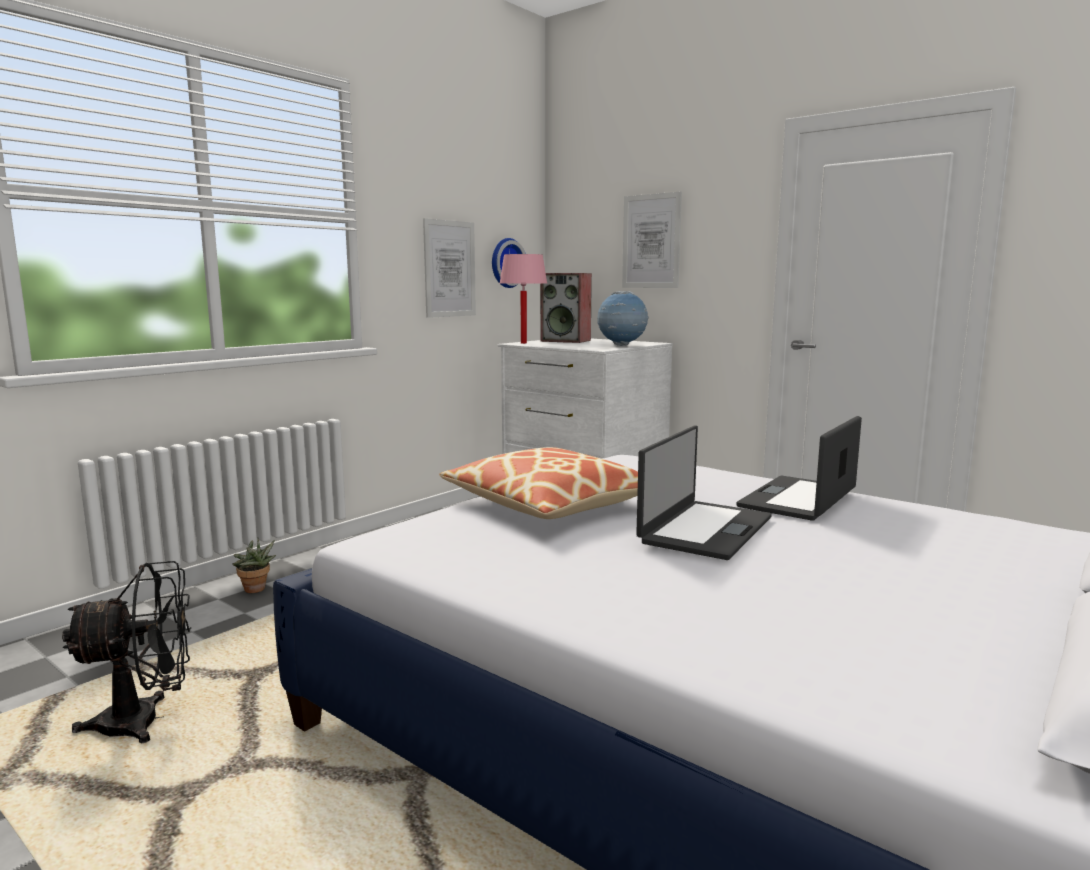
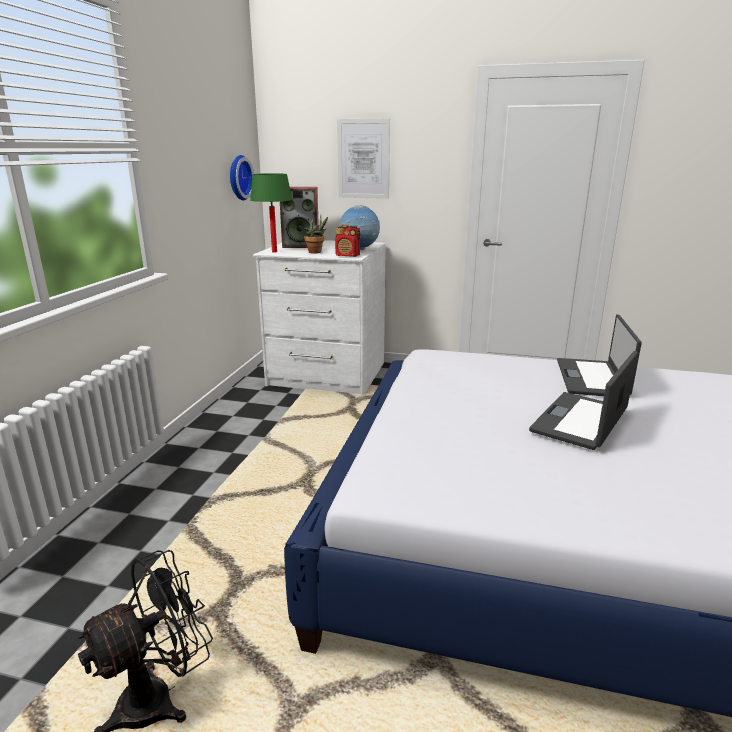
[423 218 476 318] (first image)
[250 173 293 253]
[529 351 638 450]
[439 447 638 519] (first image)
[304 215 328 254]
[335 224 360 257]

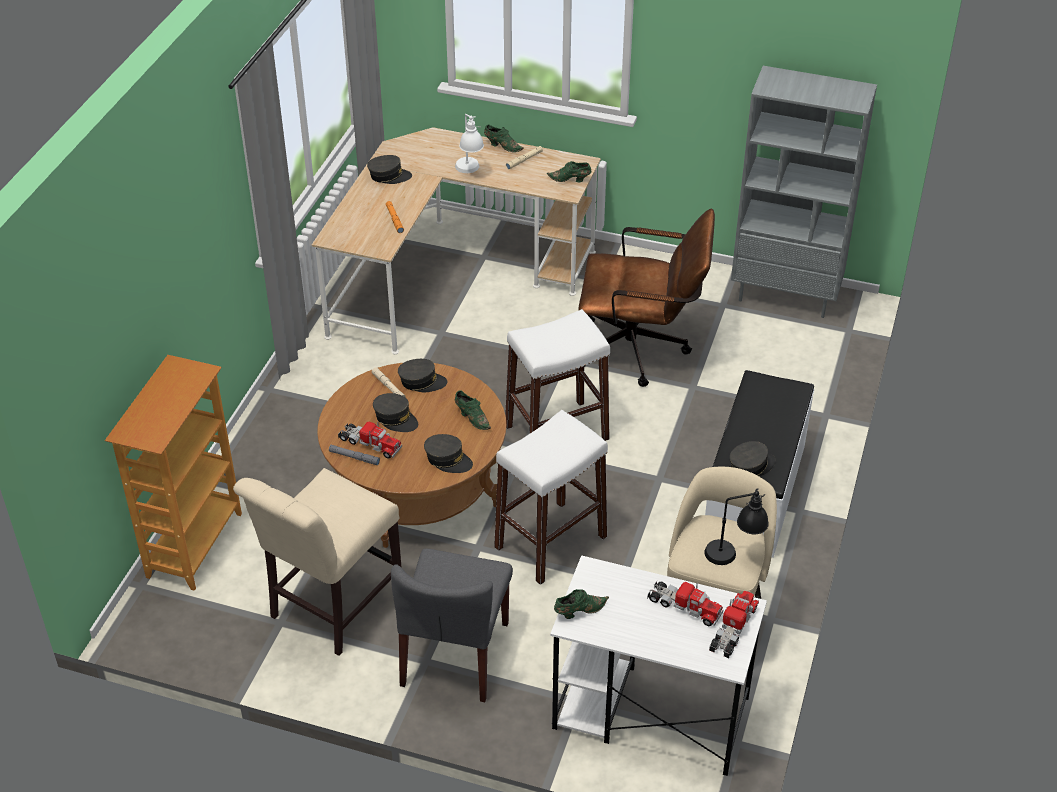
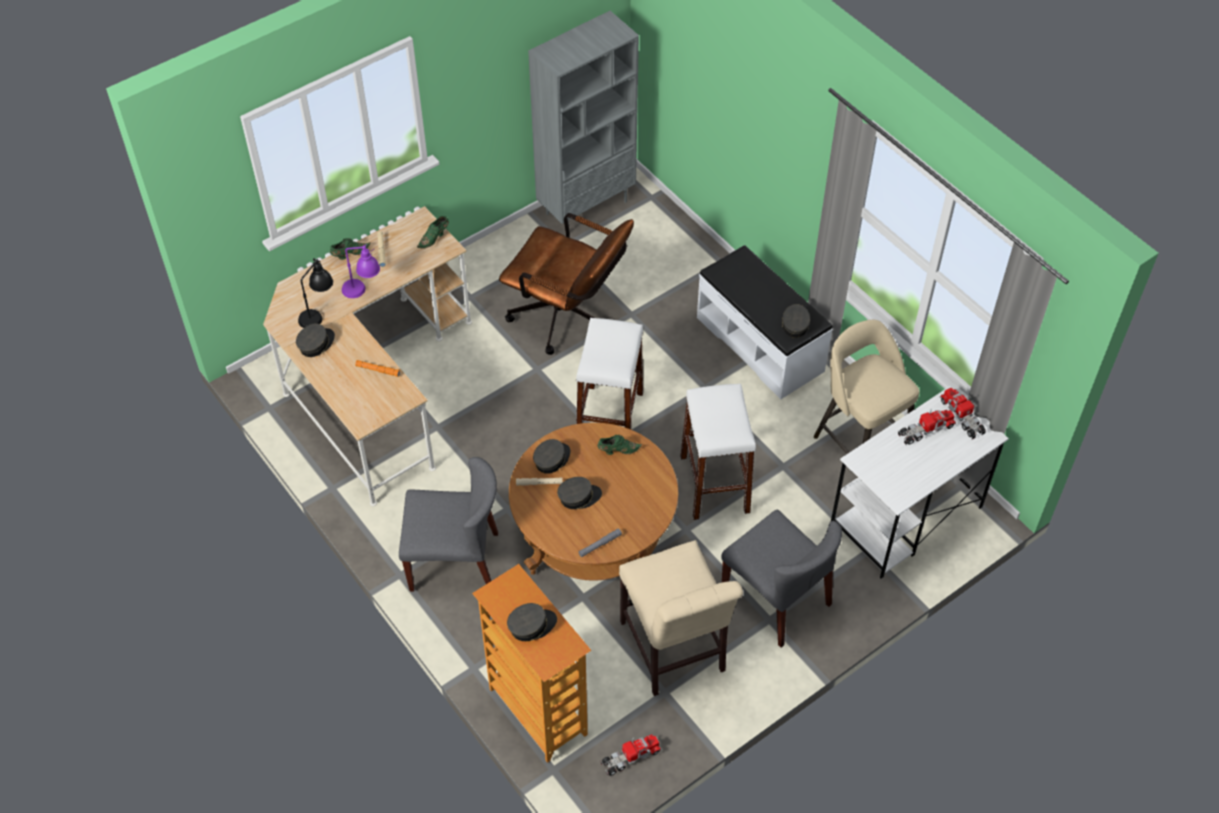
[342 244 380 298]
[499 213 634 355]
[600 734 662 776]
[507 603 557 641]
[298 258 333 328]
[554 589 609 619] (first image)
[399 457 498 591]

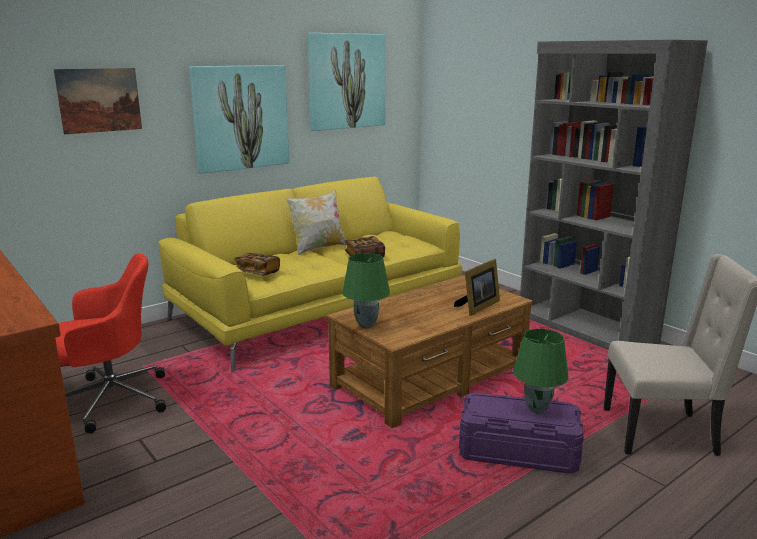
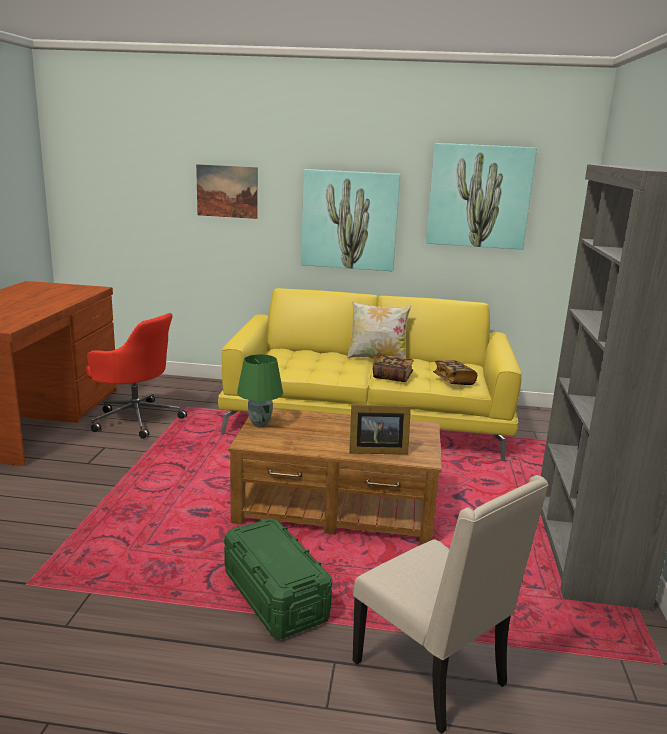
[433 360 477 385]
[513 329 569 414] (first image)
[224 519 332 639]

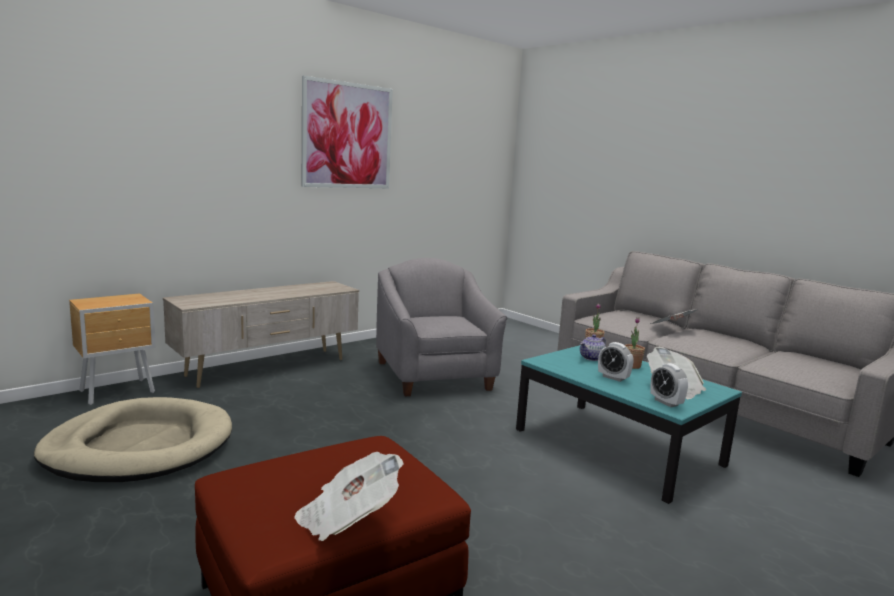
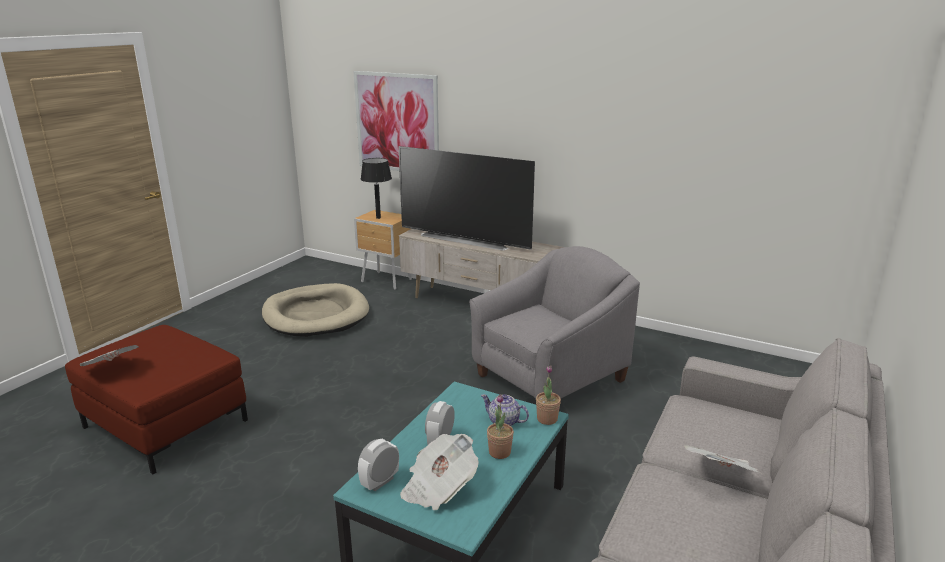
[354 71 439 171]
[399 146 535 251]
[361 158 392 219]

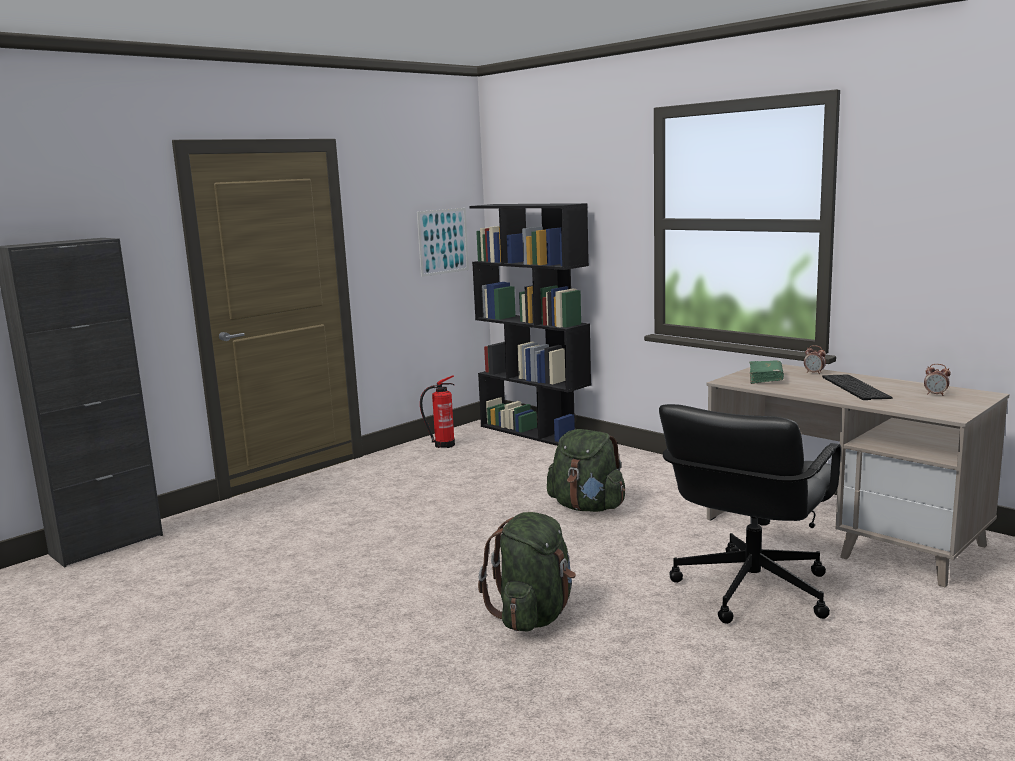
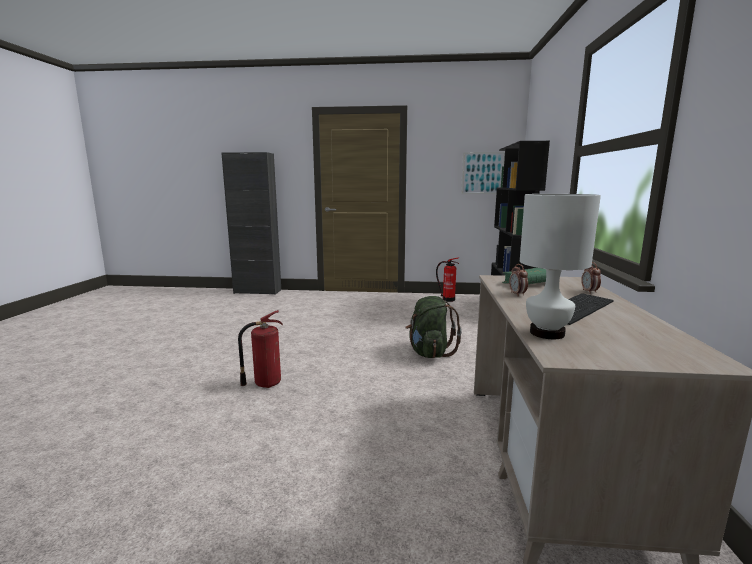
[509 264 528 295]
[659 404 841 624] (first image)
[238 310 283 388]
[520 194 601 339]

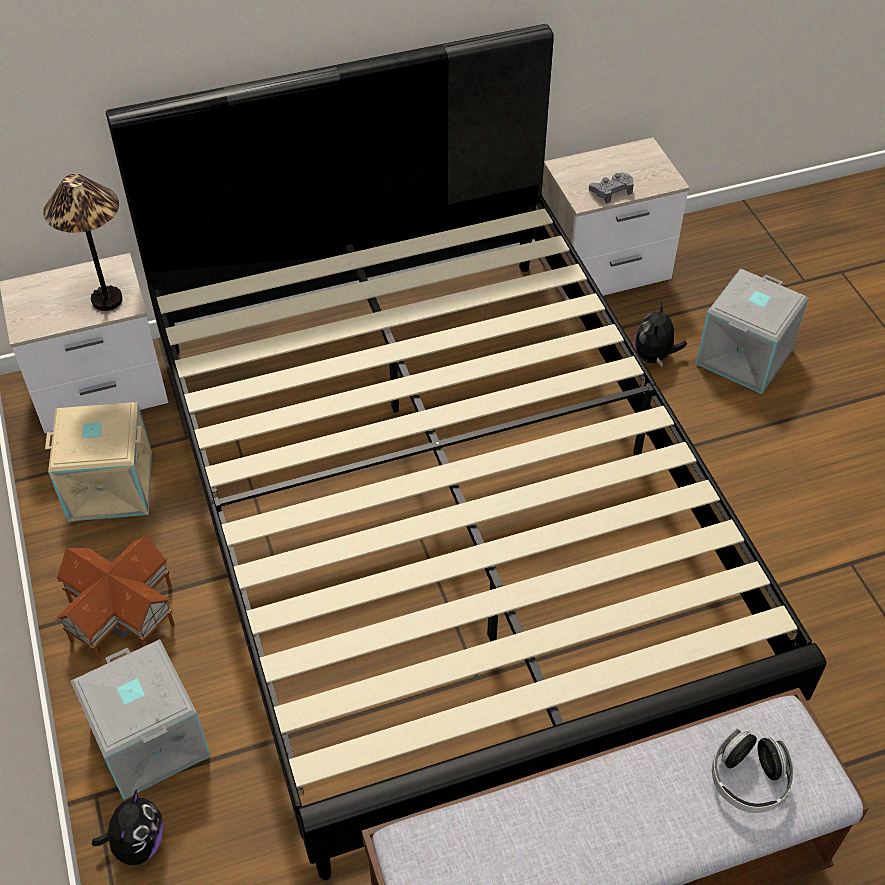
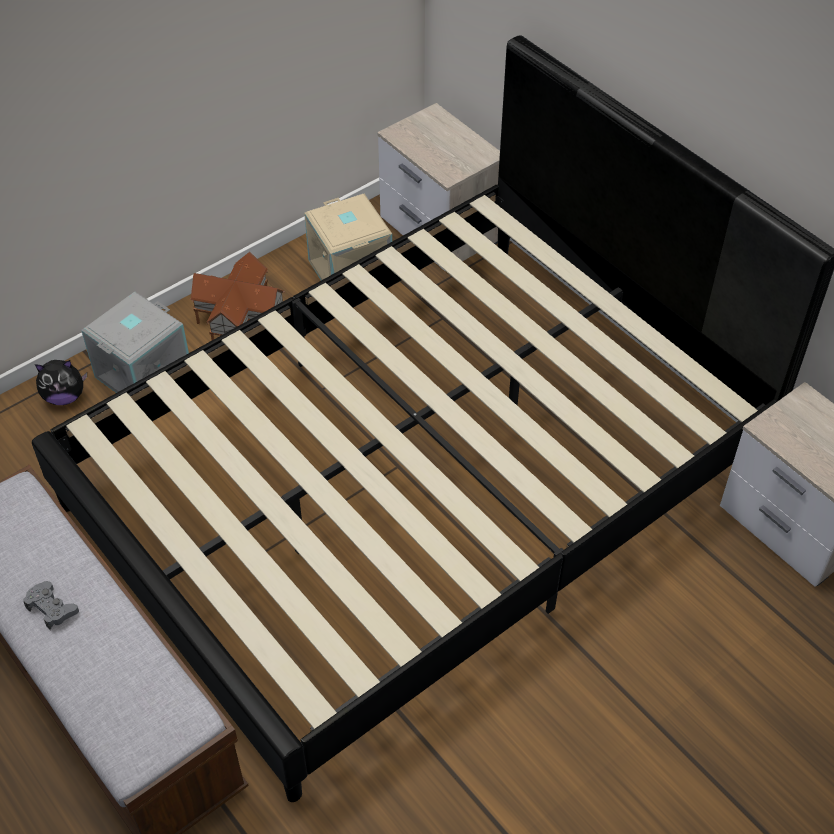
[23 581 79 630]
[43 174 122 311] (first image)
[695 269 809 394] (first image)
[635 302 687 367] (first image)
[712 729 794 813] (first image)

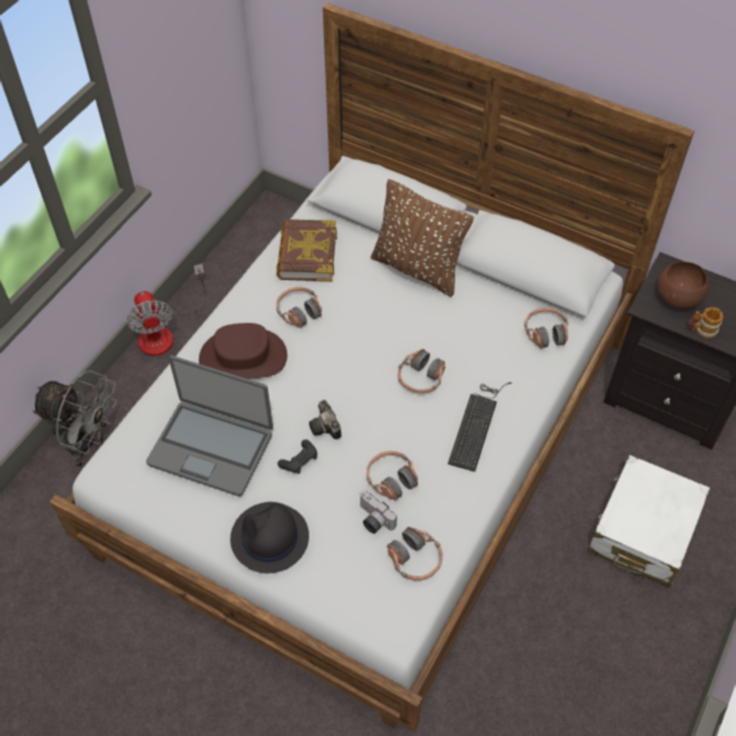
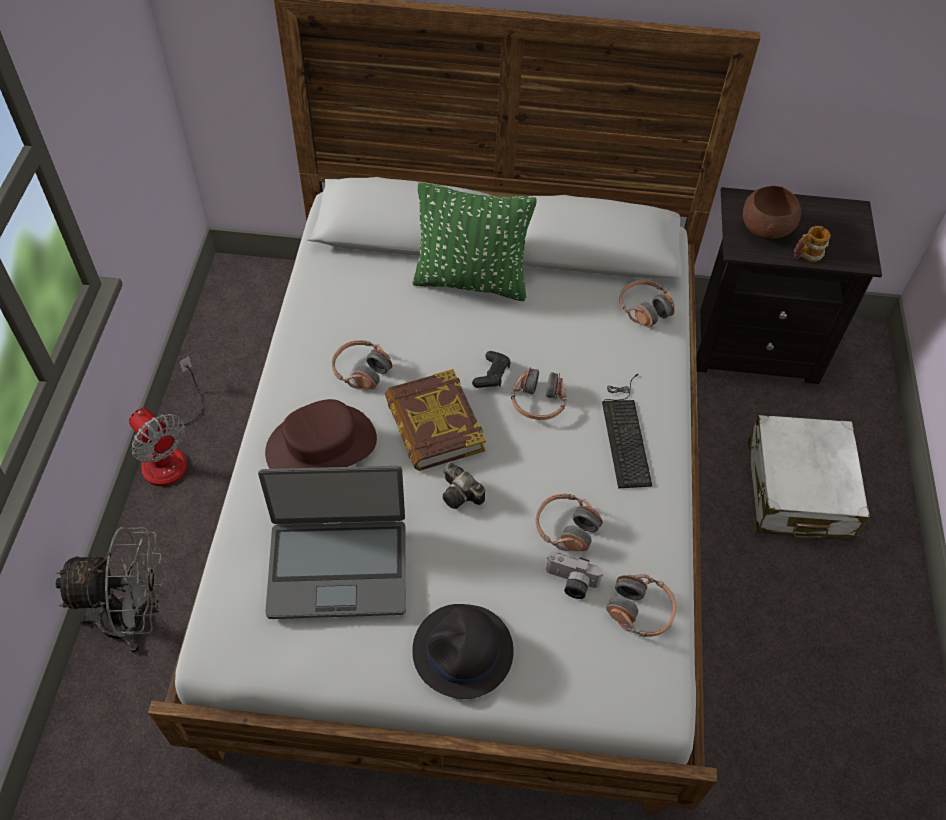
[413 182 537 301]
[385 369 486 471]
[472 351 510 388]

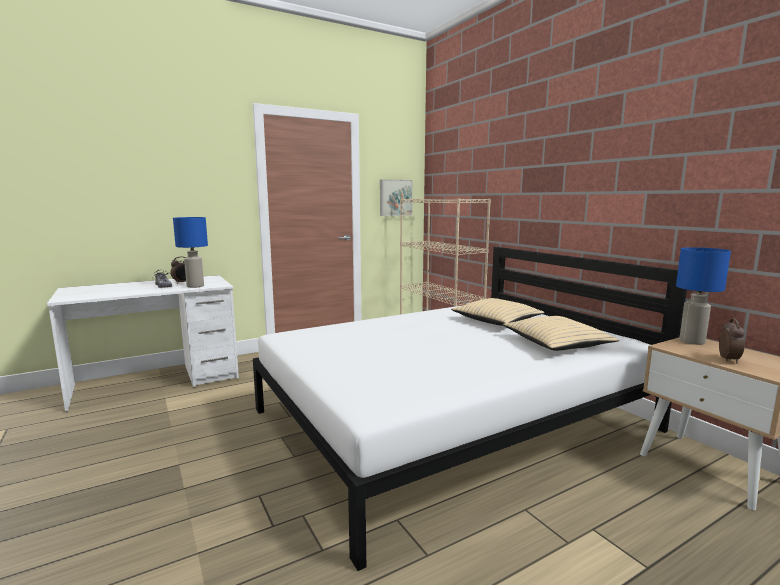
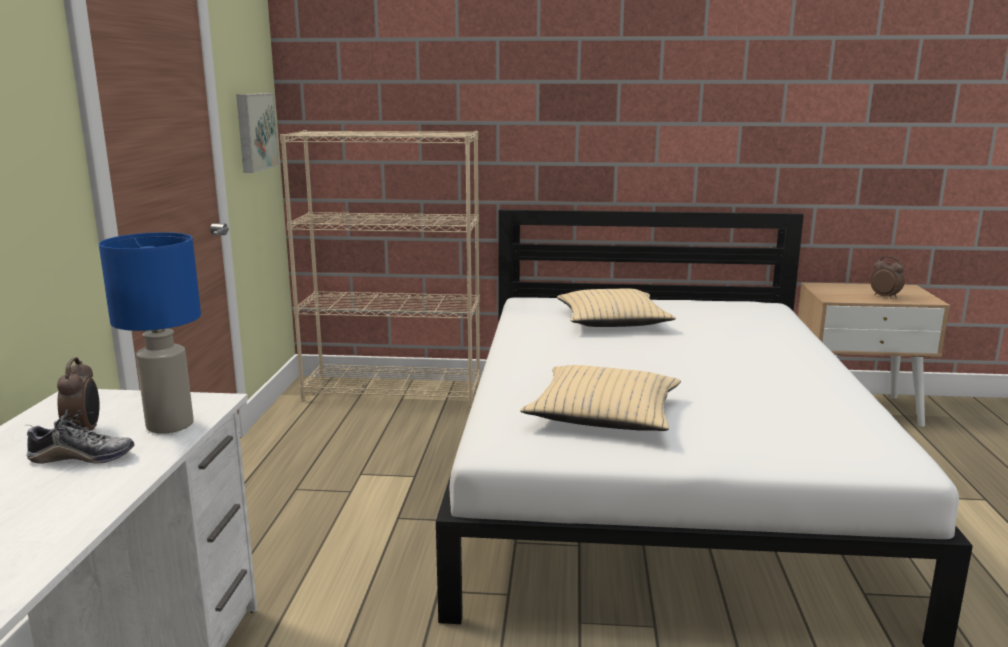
[676 247 731 345] (first image)
[520 365 681 431]

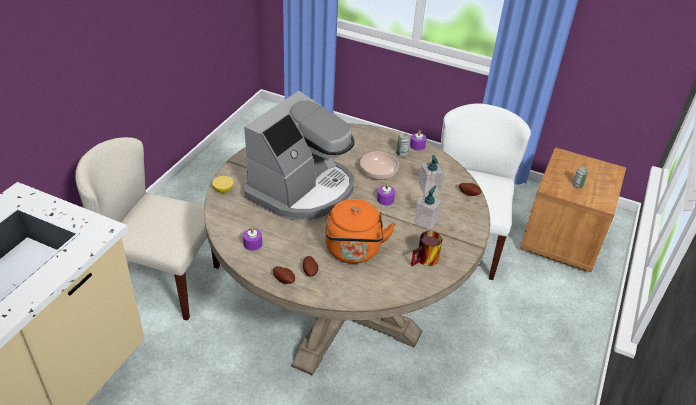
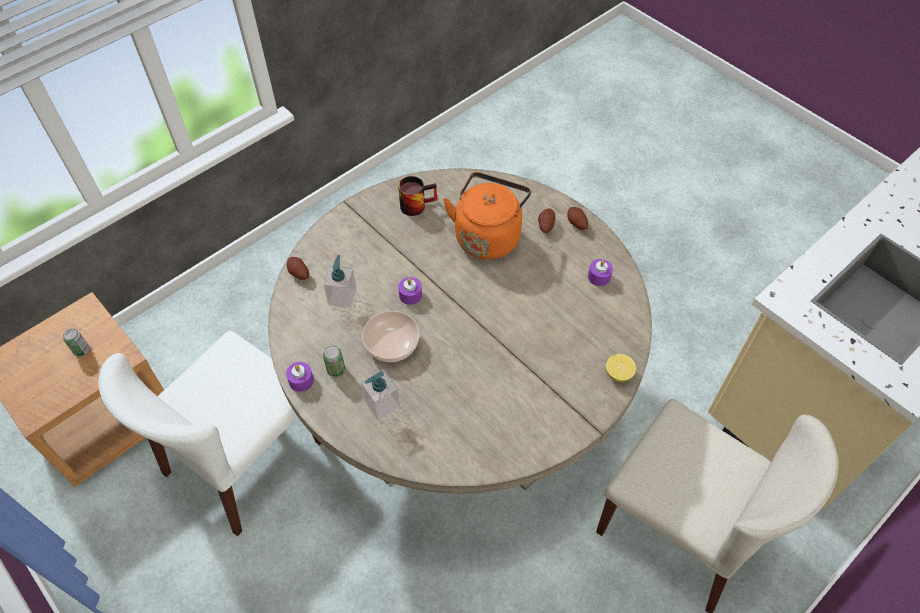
[244 91 355 220] (first image)
[361 369 400 420]

